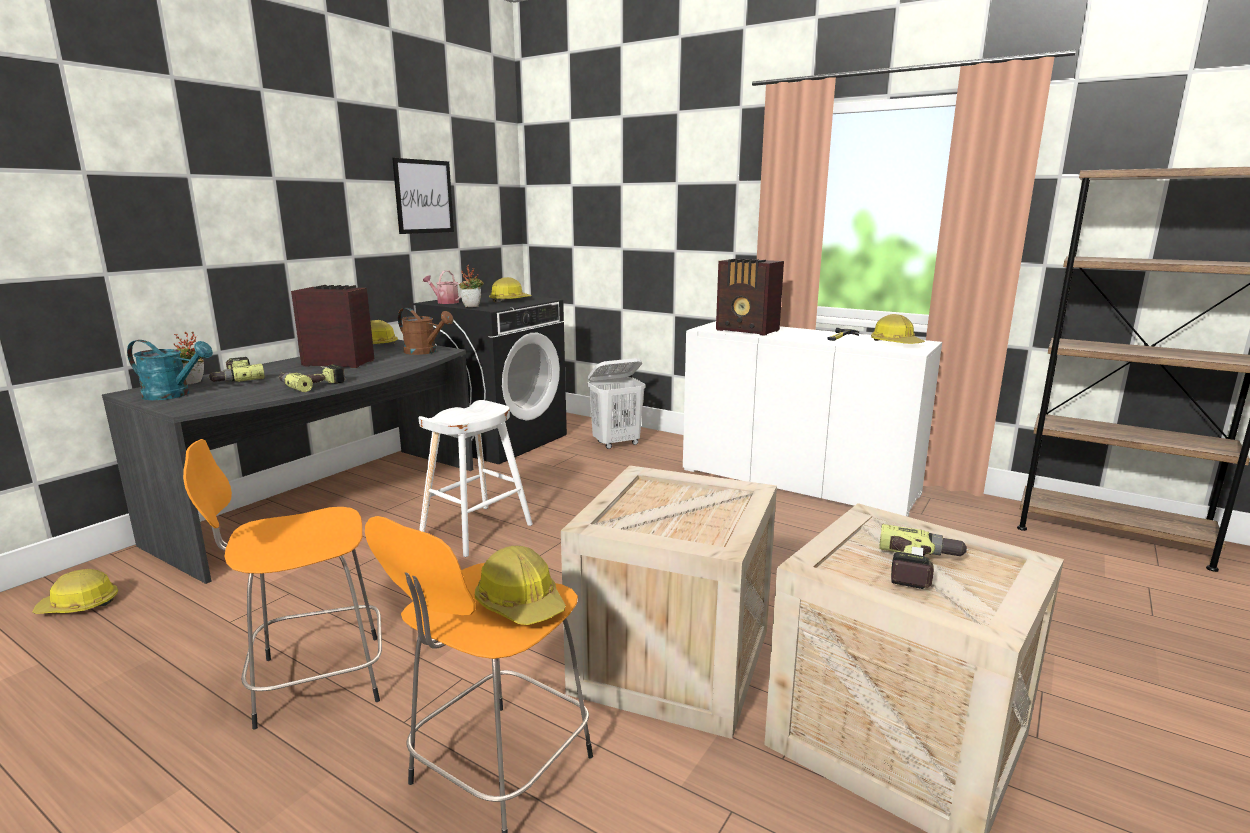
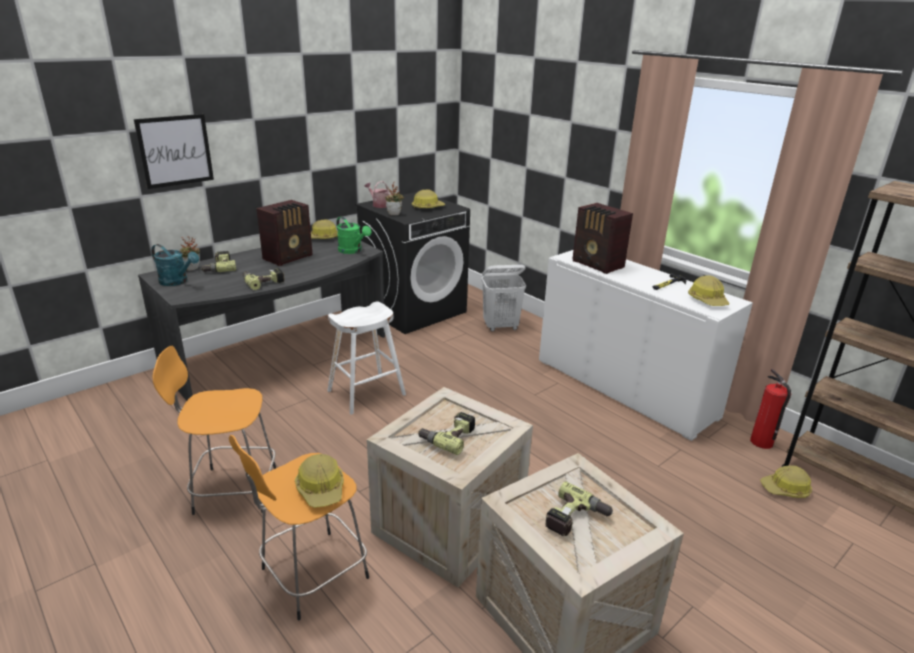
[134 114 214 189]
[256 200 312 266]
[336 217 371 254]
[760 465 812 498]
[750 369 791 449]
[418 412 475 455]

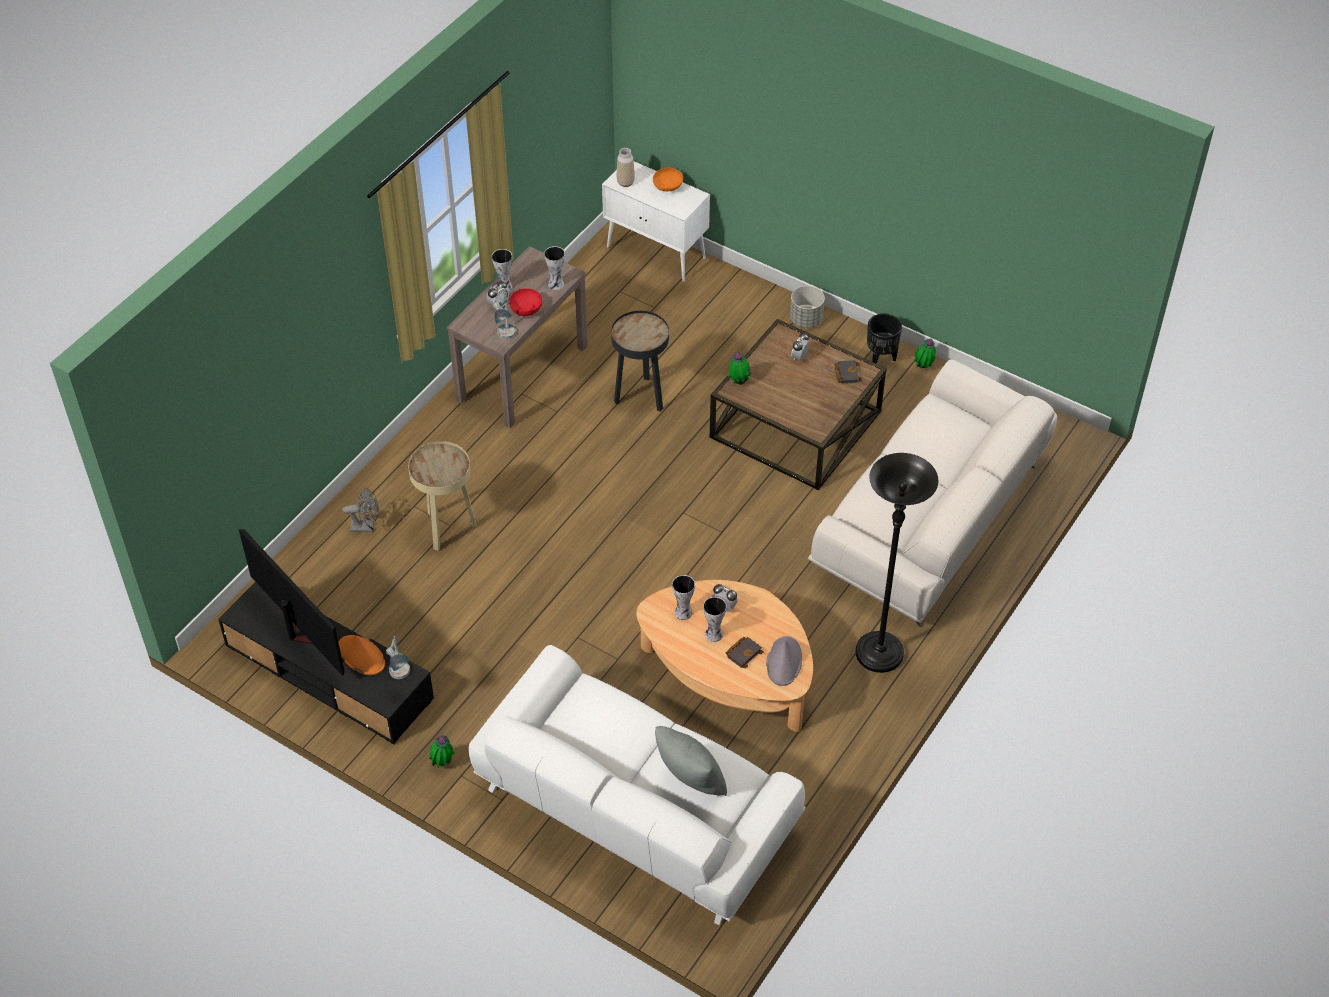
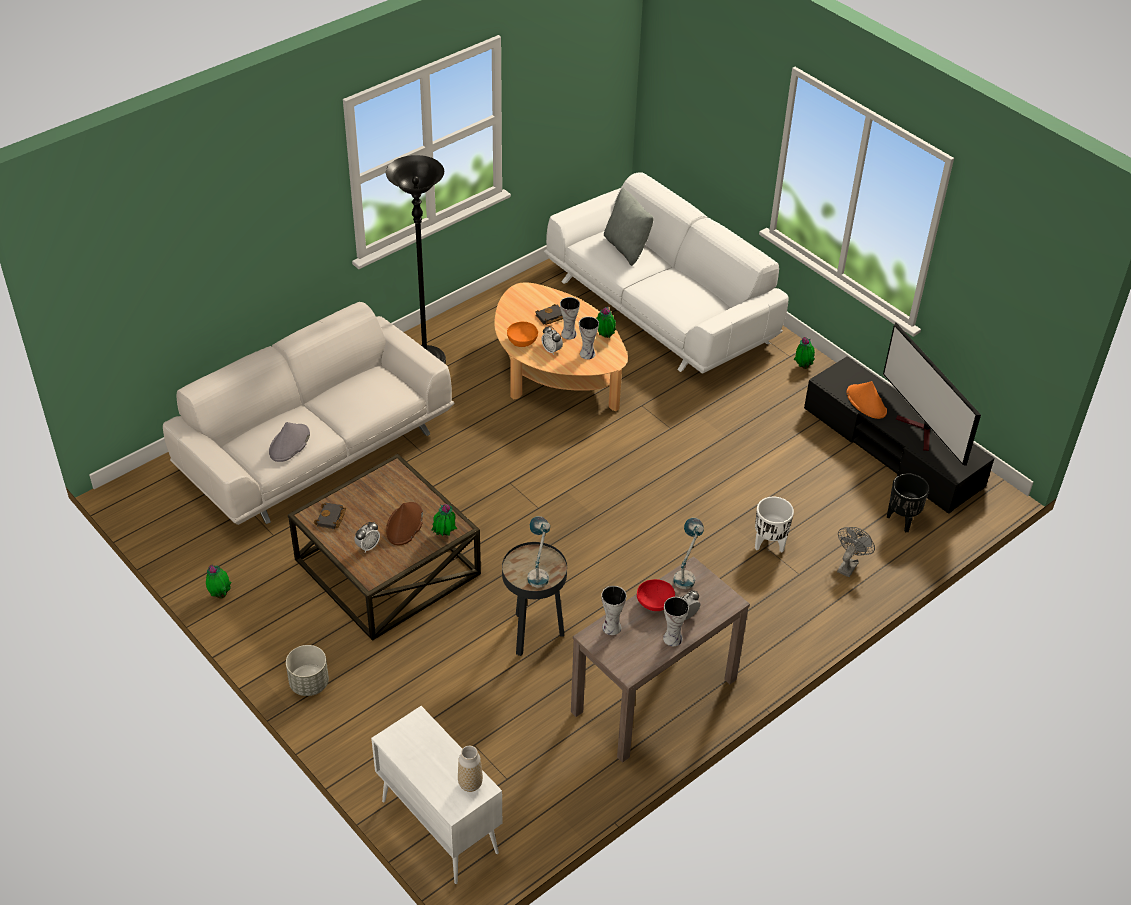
[507 322 538 347]
[887 473 929 532]
[755 497 794 552]
[837 527 875 577]
[527 516 550 588]
[269 422 310 462]
[596 306 616 338]
[386 502 423 545]

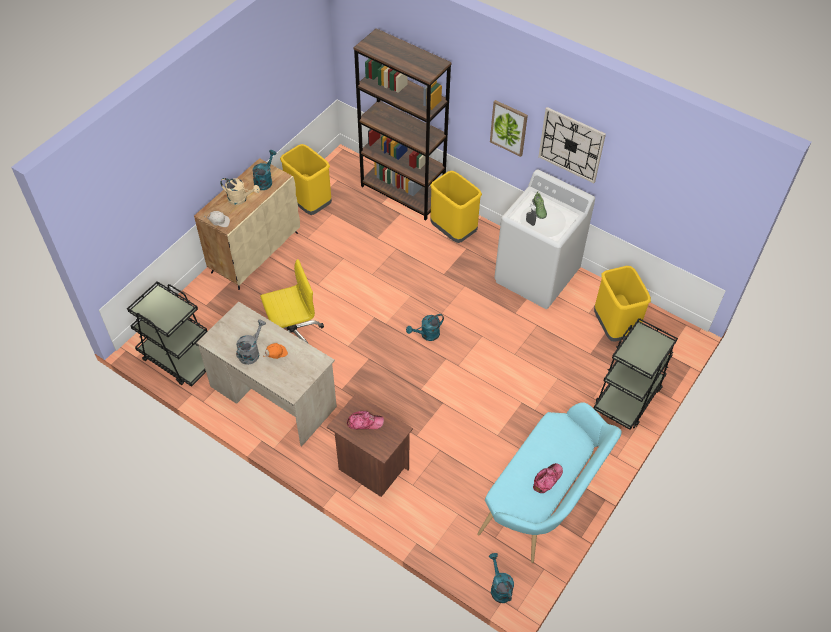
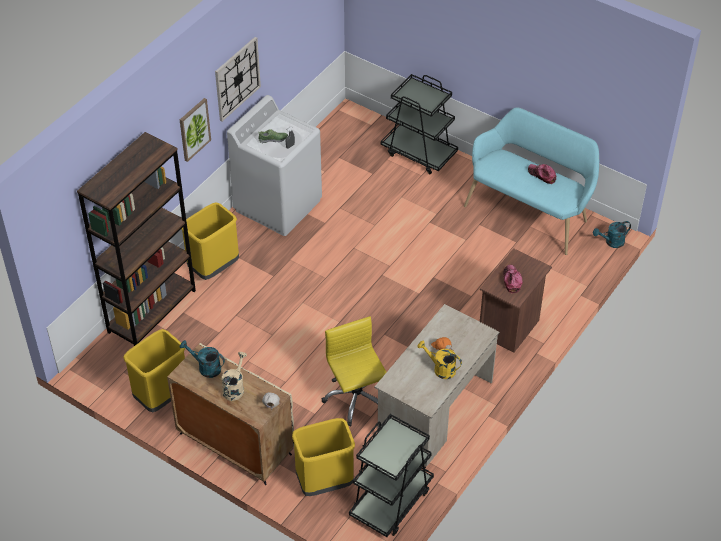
[292 418 355 496]
[406 314 444 341] (first image)
[417 341 462 379]

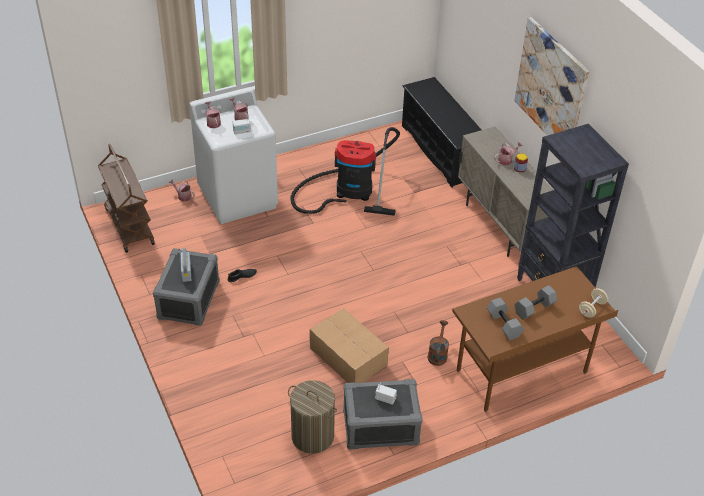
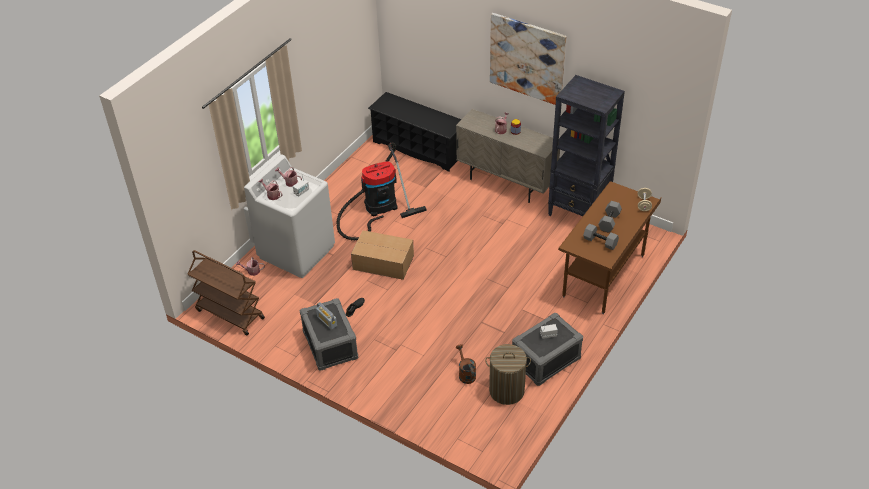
[351 230 414 280]
[456 344 476 384]

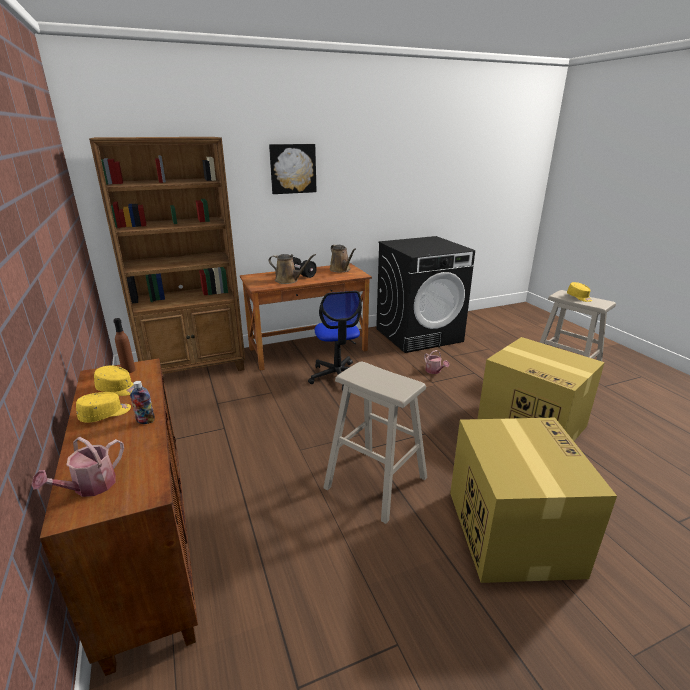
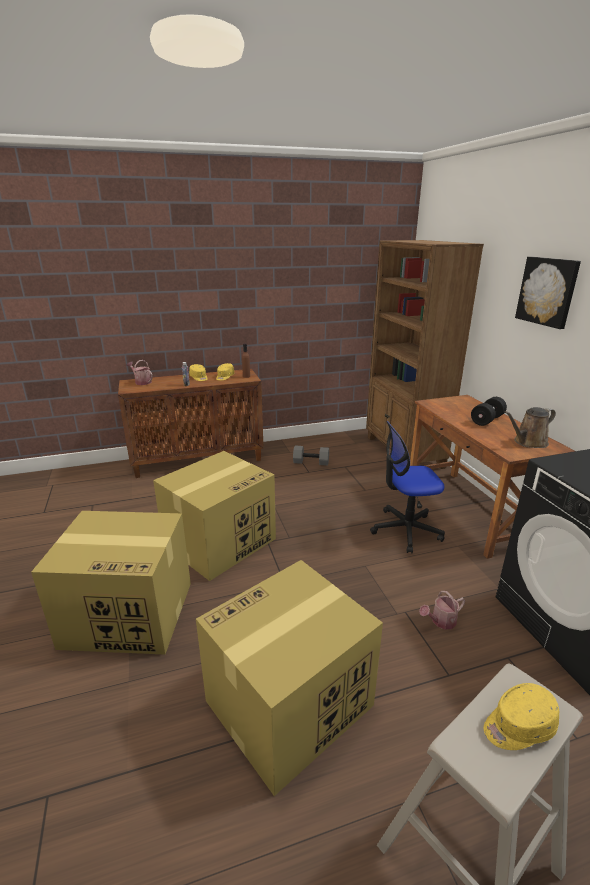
[269 254 316 284] (first image)
[153 451 276 581]
[293 445 329 466]

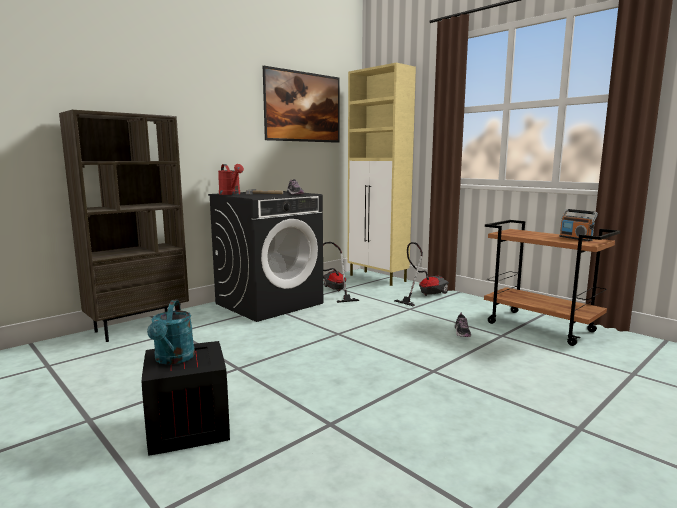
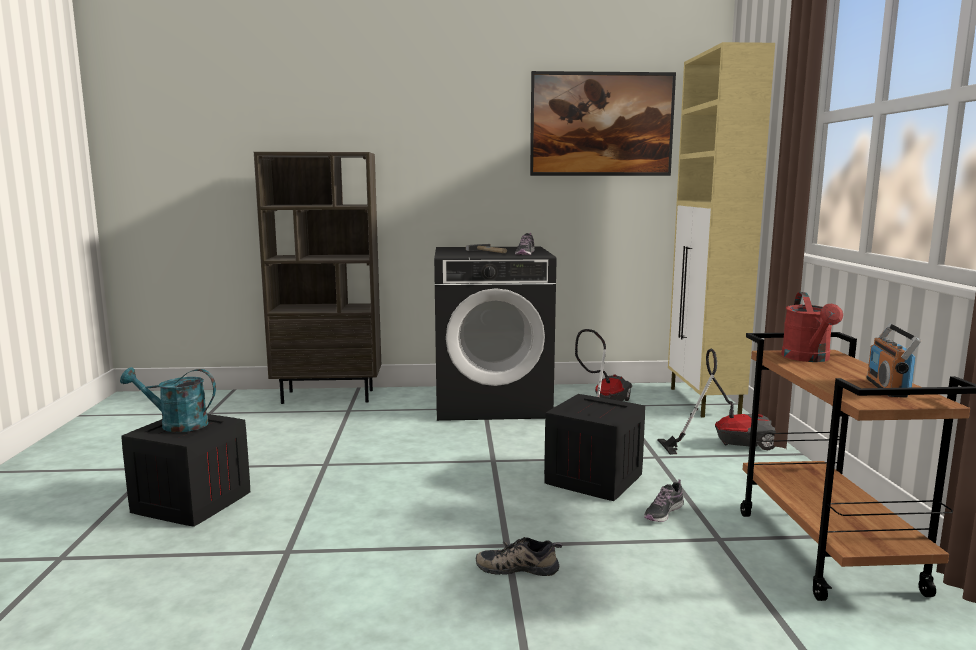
[781 292 843 362]
[120 367 216 432]
[544 394 645 501]
[476 537 563 576]

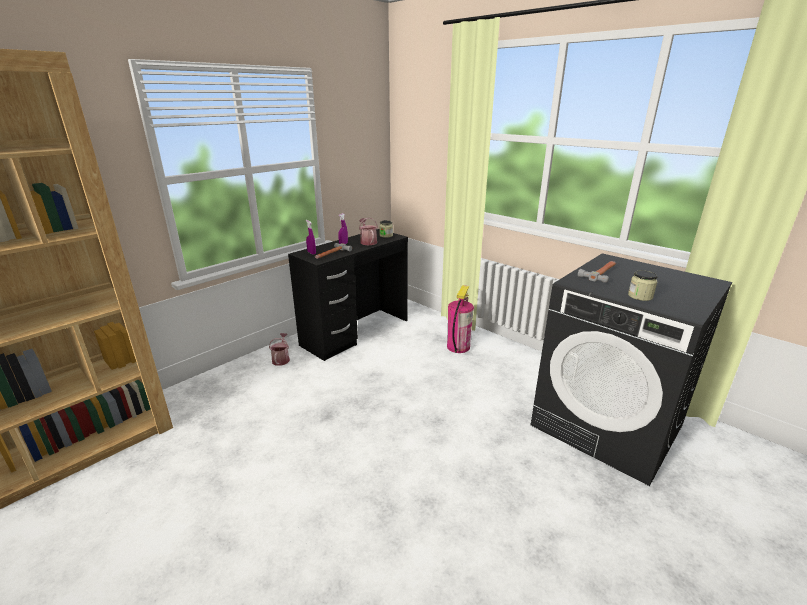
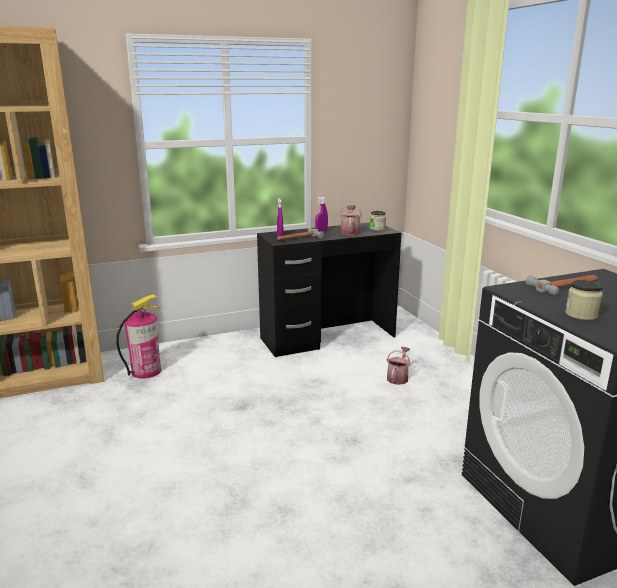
[116 294 161 378]
[387 347 410 385]

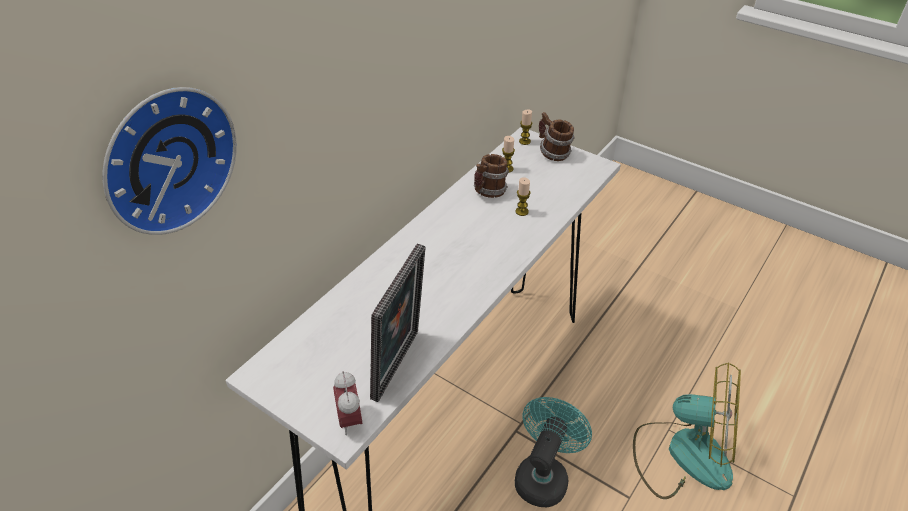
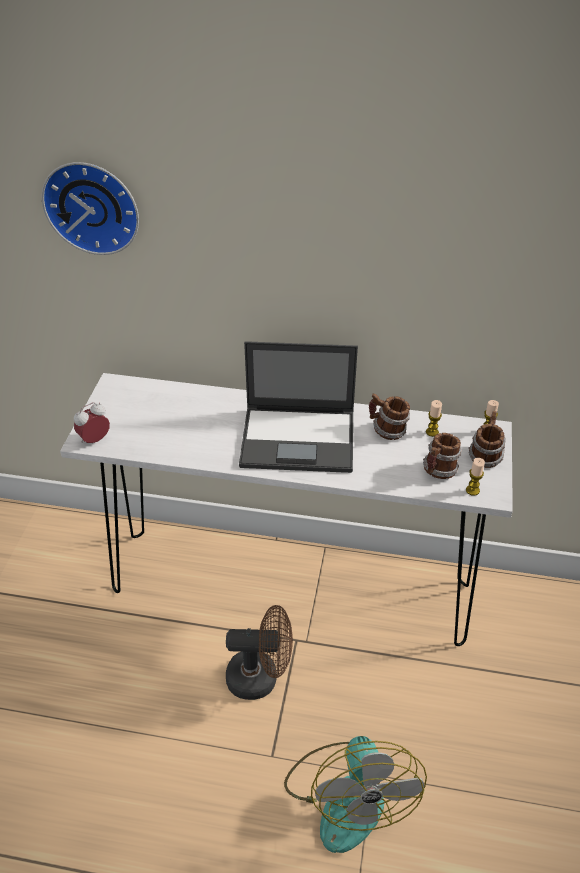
[466 457 485 496]
[370 243 426 402] (first image)
[226 605 293 700]
[239 341 358 473]
[423 433 462 479]

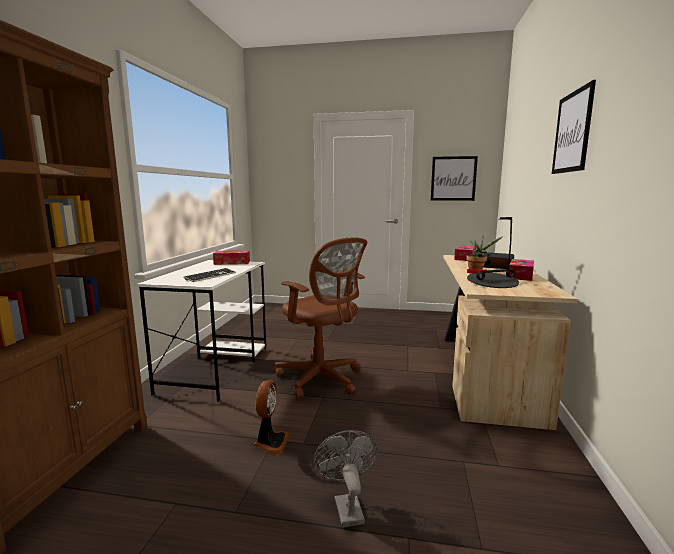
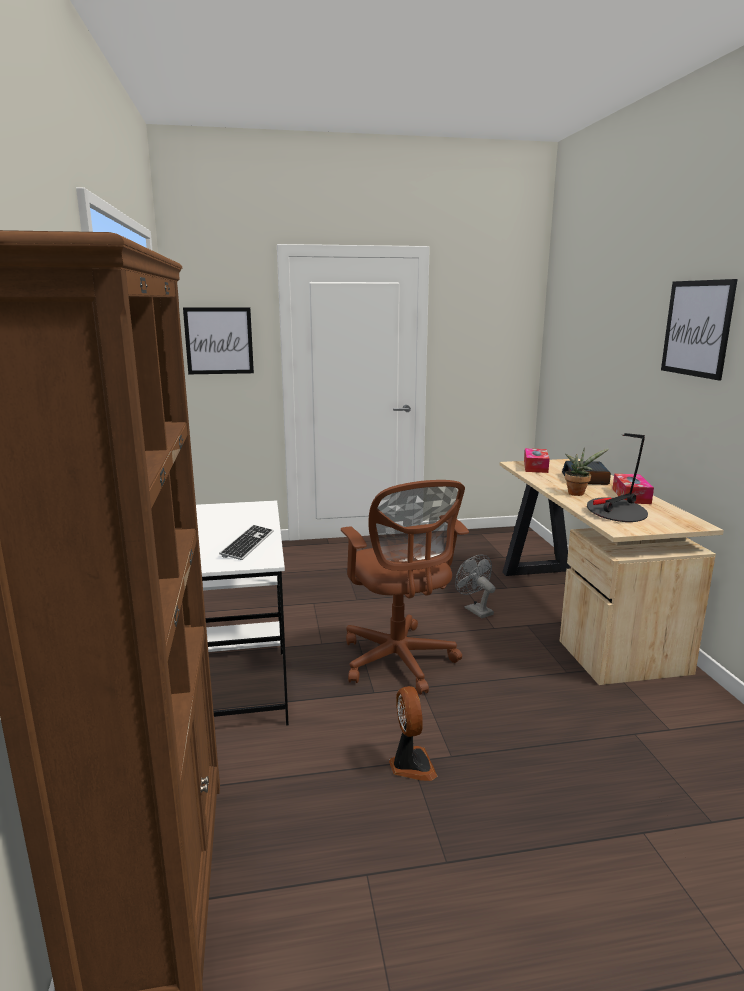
[183 307 254 374]
[341 480 469 695]
[213 250 250 265] (first image)
[455 554 495 618]

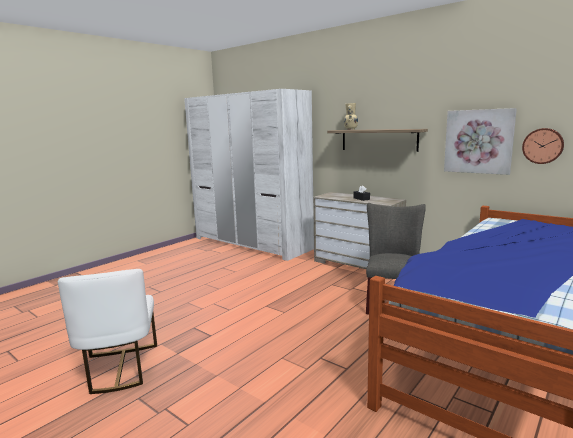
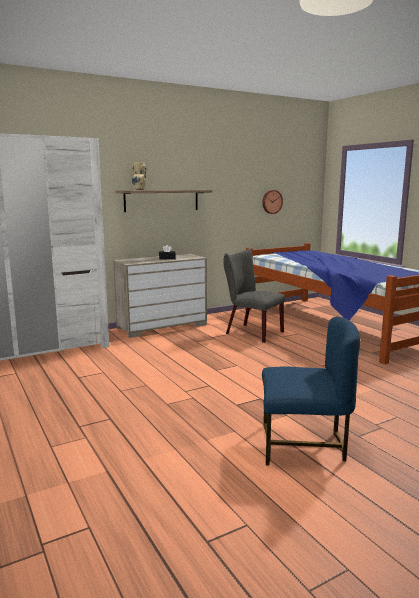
[444 108 517 175] (first image)
[262 317 360 466]

